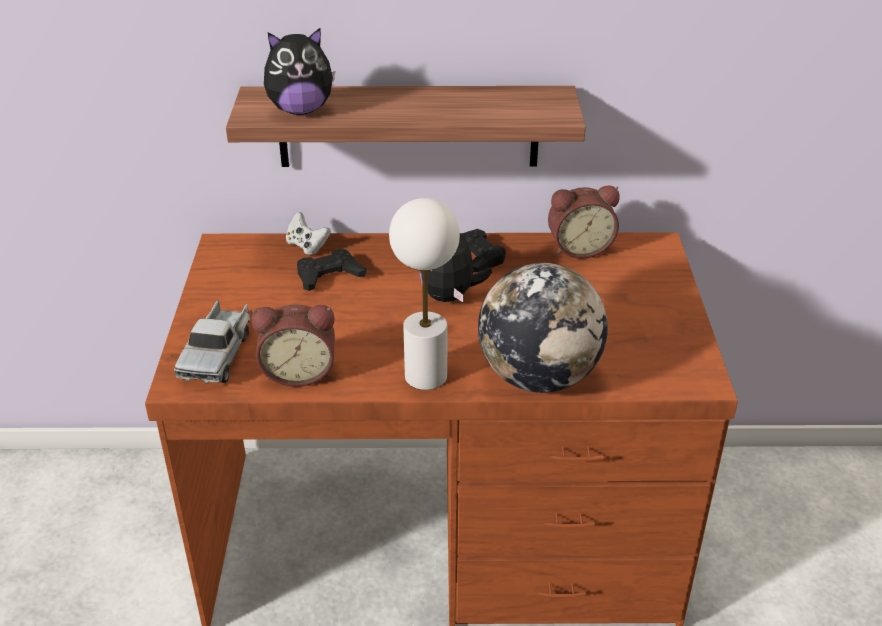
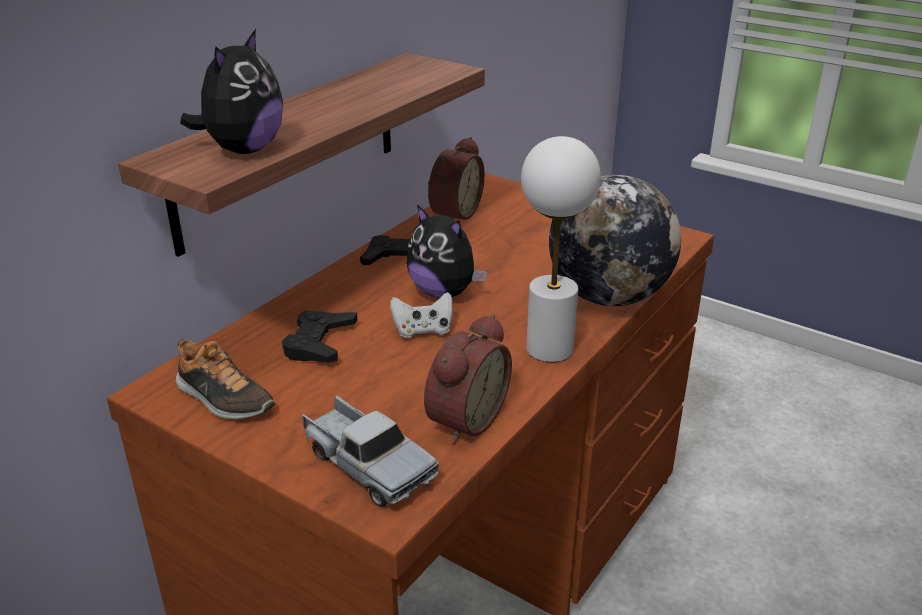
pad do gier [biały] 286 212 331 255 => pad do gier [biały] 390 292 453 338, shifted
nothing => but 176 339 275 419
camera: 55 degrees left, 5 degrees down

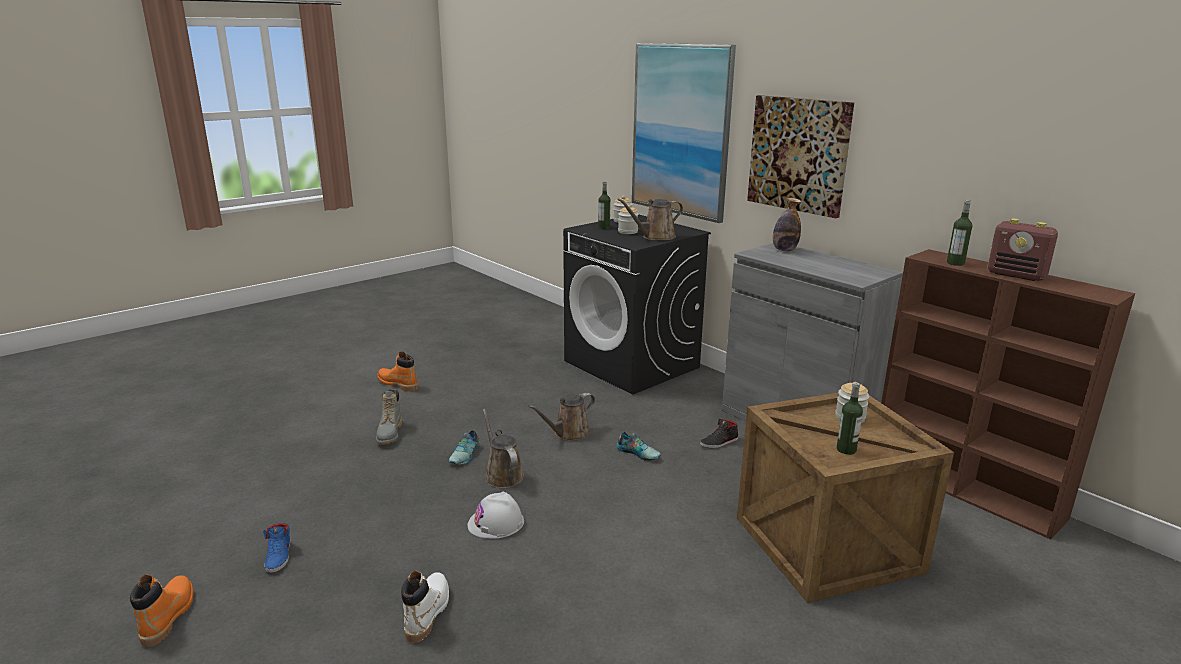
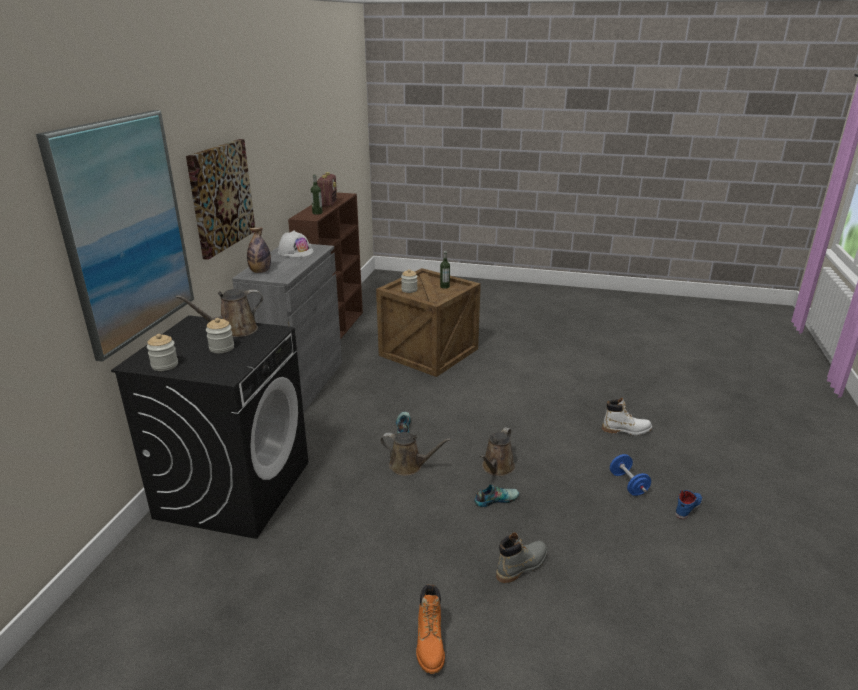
butelka 598 182 611 229 => nothing
konewka [brązowy] 617 198 683 240 => konewka [brązowy] 176 289 263 337, 120 degrees clockwise
but [czarny] 700 418 738 448 => nothing
kask [biały] 467 492 524 539 => kask [biały] 278 230 313 257, shifted
but z cholewką [biały] 401 571 449 643 => but z cholewką [biały] 602 398 652 436, 150 degrees counterclockwise
but z cholewką [pomarańczowy] 130 574 193 647 => nothing
nothing => hantel [niebieski] 610 454 651 496
camera: 125 degrees left, 5 degrees up

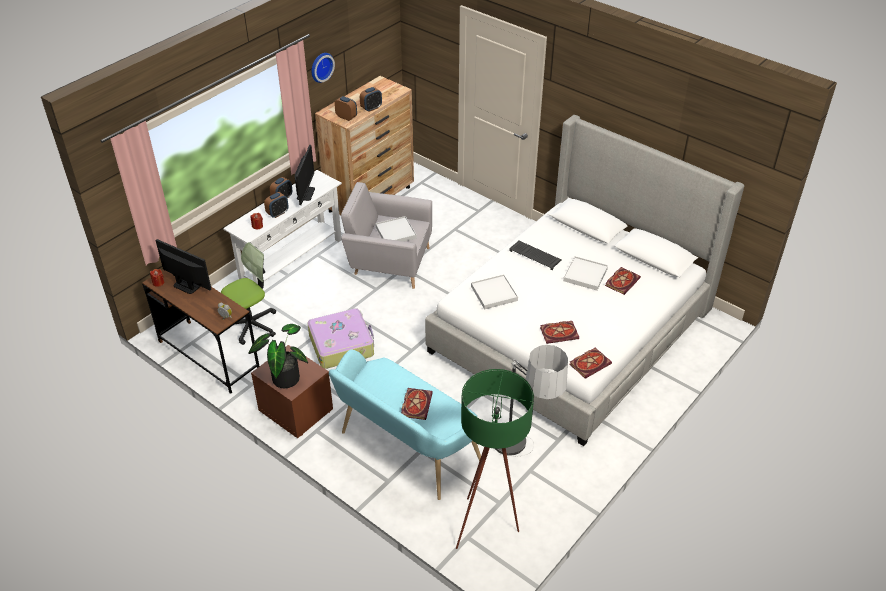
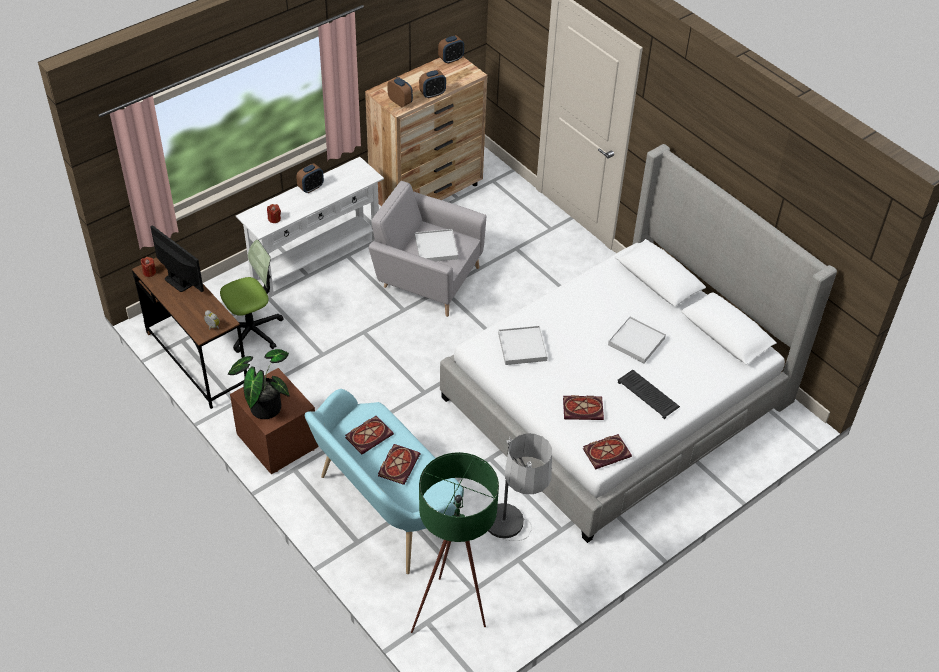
zegar ścienny 312 53 335 83 => nothing
monitor 295 145 315 205 => nothing
budzik 264 192 288 218 => budzik 438 35 464 64, shifted
klawiatura 509 241 561 270 => klawiatura 618 370 680 419, shifted
książka 605 267 641 295 => książka 345 416 394 454, shifted
walizka 307 308 374 369 => nothing
camera: 10 degrees right, 5 degrees up

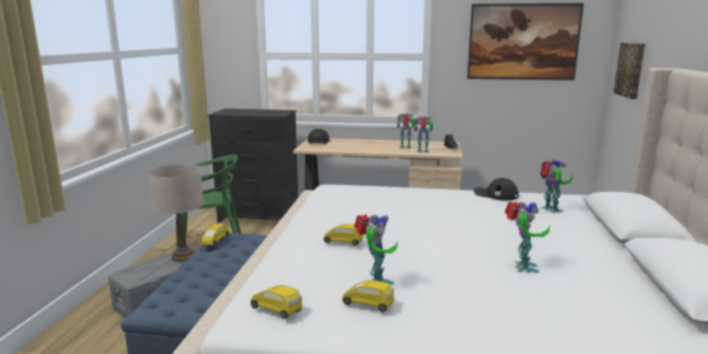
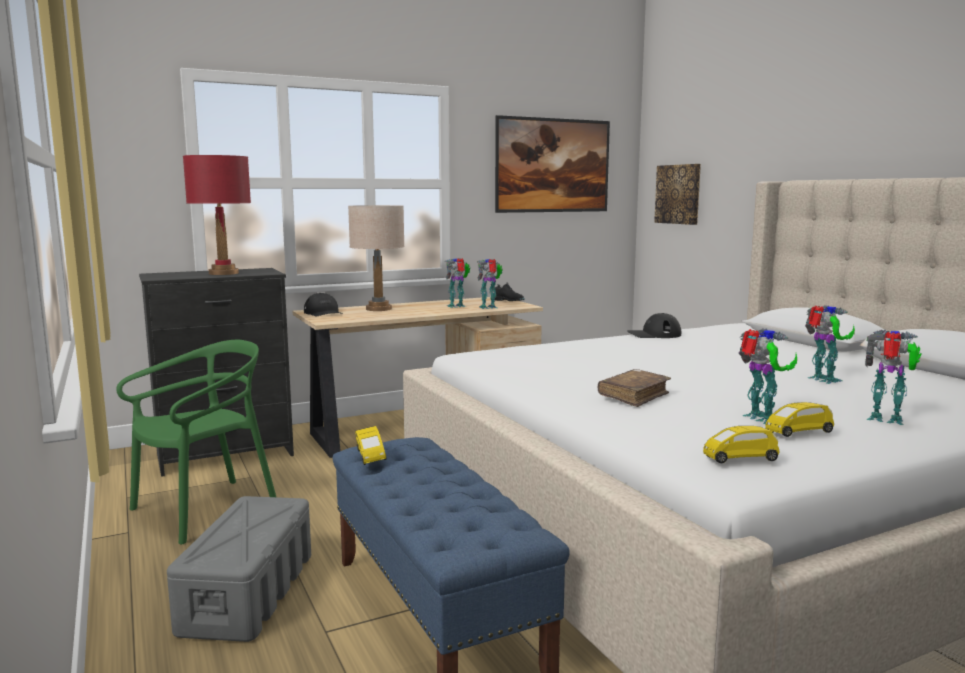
robot zabawkowy 540 160 573 214 => robot zabawkowy 865 330 922 425, shifted
lampa stołowa [beżowy] 148 164 204 262 => lampa stołowa [beżowy] 348 205 405 311, shifted
samochodzik [żółty] 323 224 364 246 => książka [brązowy] 598 369 671 407
nothing => lampa stołowa [czerwony] 183 155 251 275
camera: 35 degrees left, 5 degrees down

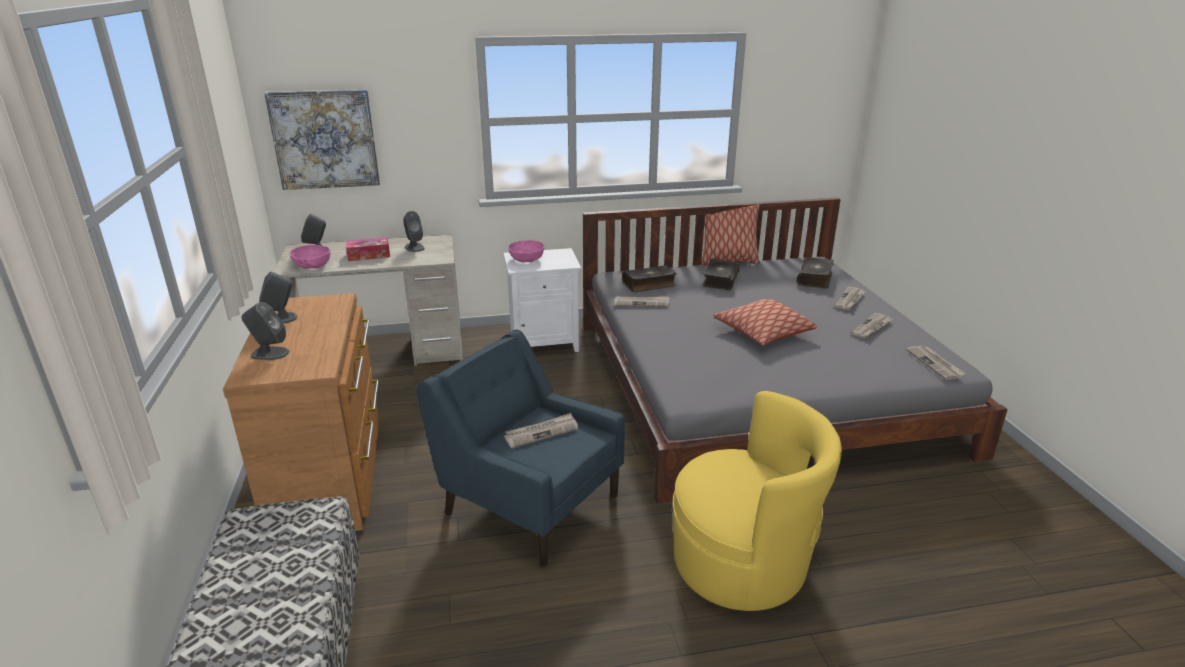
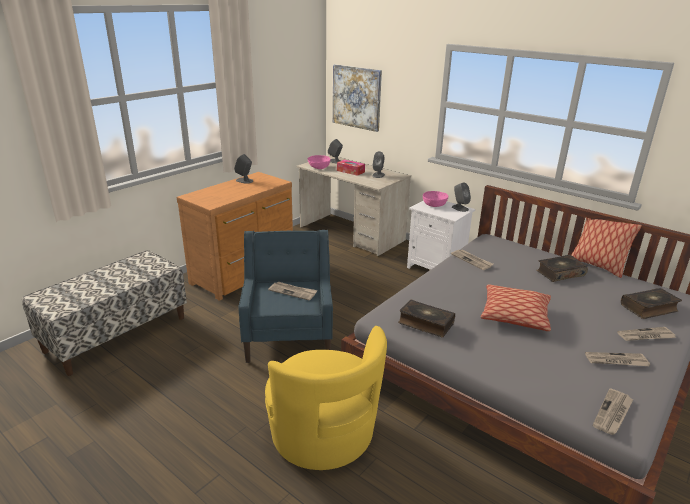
książka 622 265 676 293 => książka 398 299 455 337, shifted
głośnik [szary] 241 302 289 360 => głośnik [szary] 452 182 471 212, shifted
camera: 50 degrees right, 0 degrees up

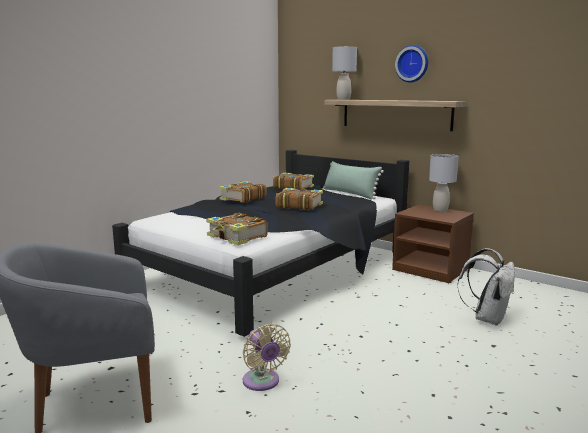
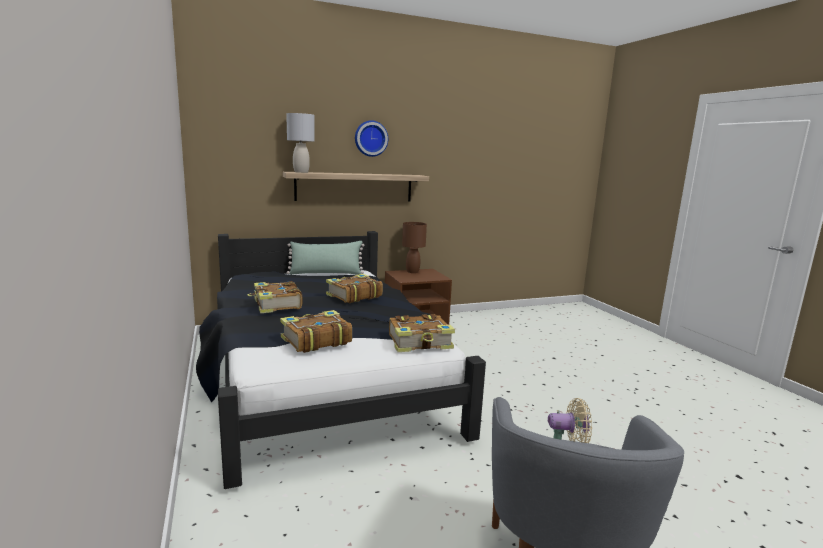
lampa stołowa [szary] 429 154 459 212 => lampa stołowa [brązowy] 402 222 427 273
książka 273 173 314 190 => książka 280 310 352 353, shifted
plecak [biały] 457 248 515 326 => nothing
camera: 60 degrees left, 0 degrees up

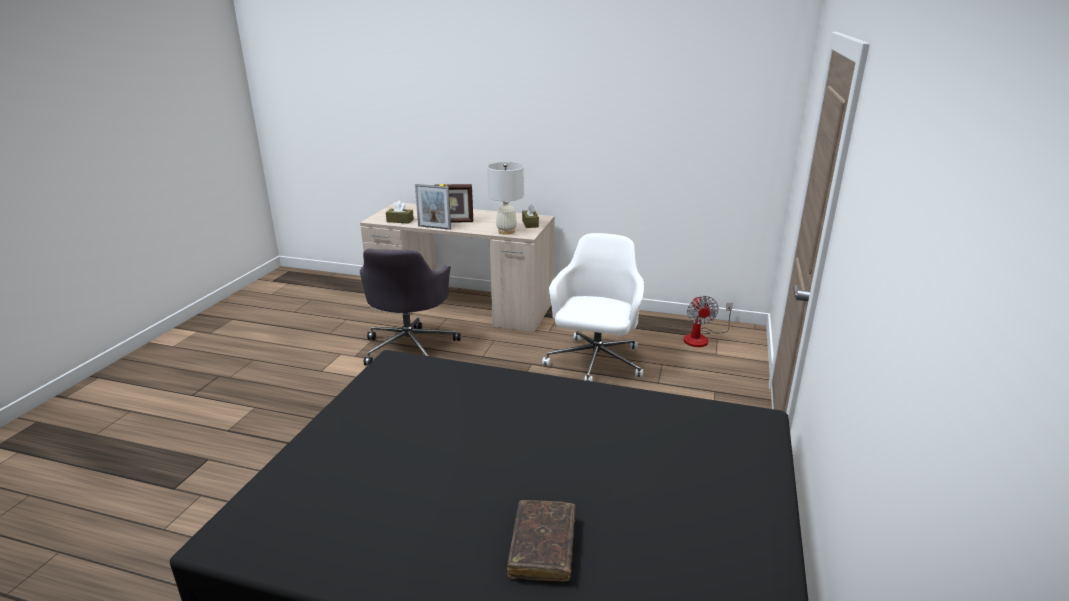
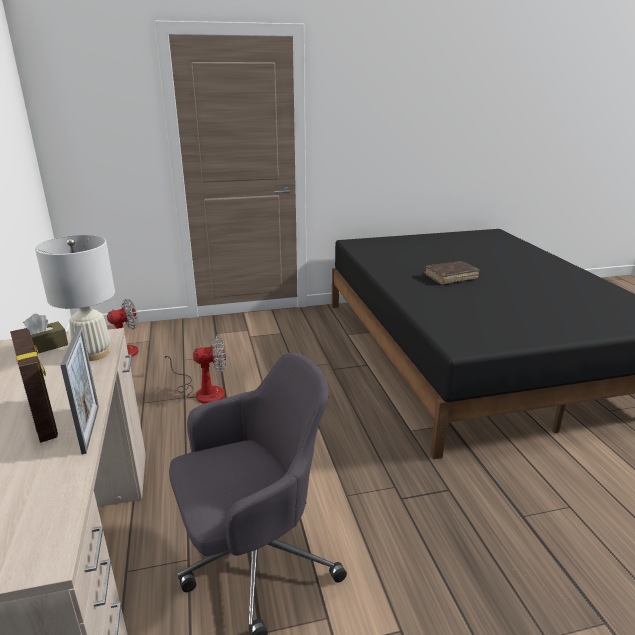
pudełko chusteczek [brązowy] 386 201 414 224 => nothing
krzesło biurowe [biały] 542 233 644 382 => wentylator 164 336 226 404
książka [brązowy] 507 500 576 582 => książka [brązowy] 424 261 480 285, shifted
camera: 120 degrees left, 0 degrees up

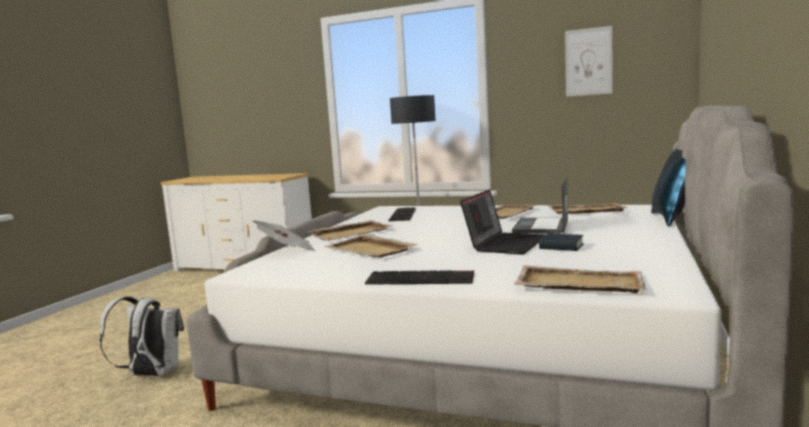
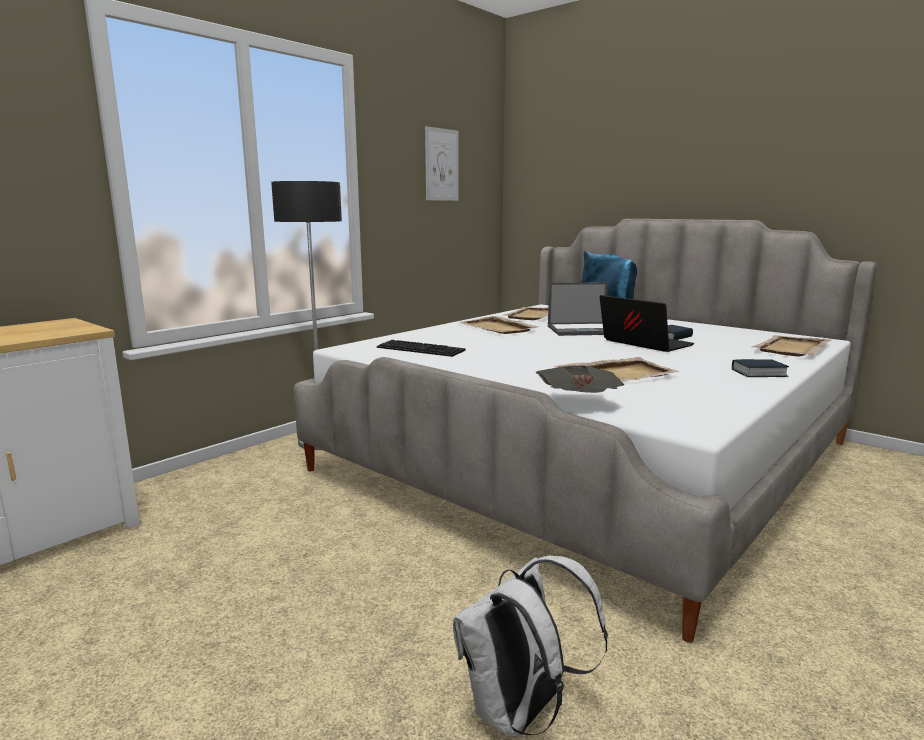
laptop 512 177 568 234 => laptop 548 282 608 336, 45 degrees counterclockwise
taca [beżowy] 307 220 393 241 => nothing
klawiatura 365 270 474 285 => książka 732 359 789 377
camera: 70 degrees left, 5 degrees up

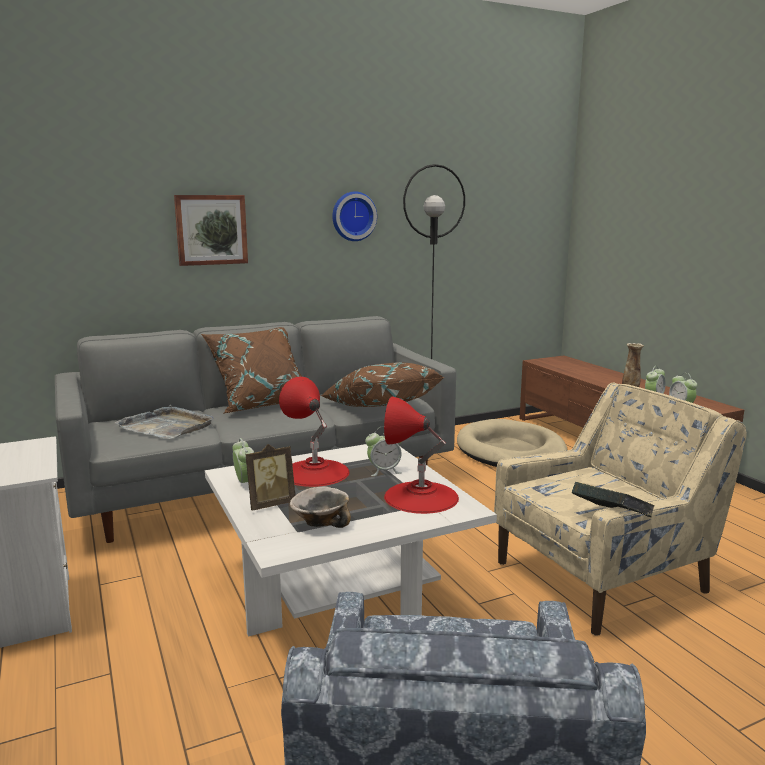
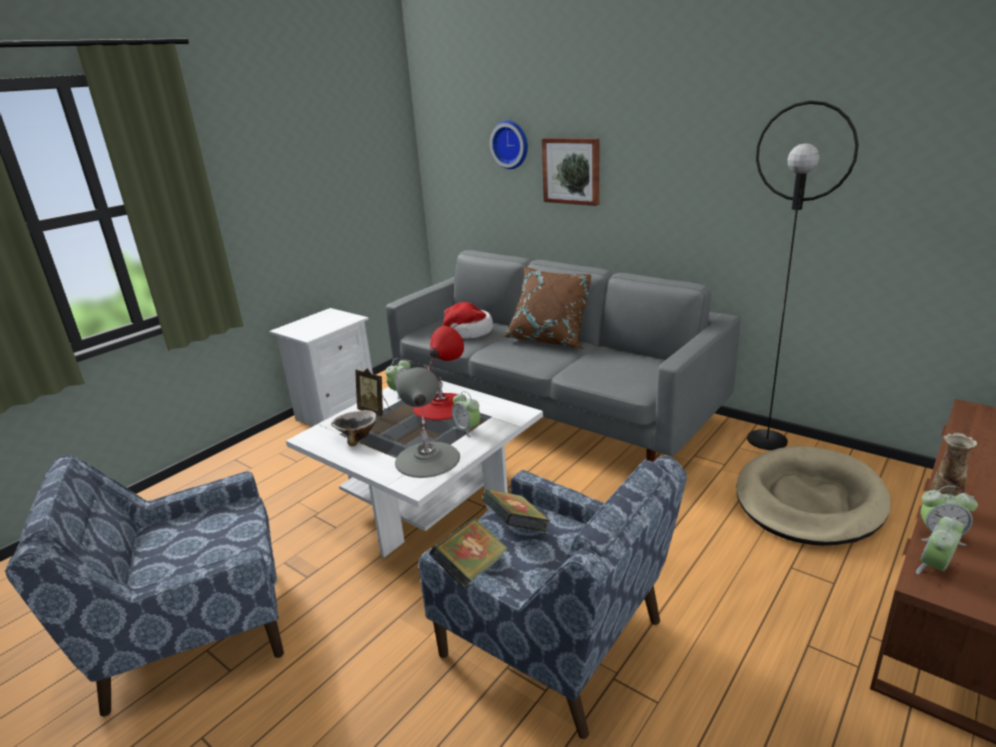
zegar ścienny 332 191 377 241 => zegar ścienny 490 120 528 169, shifted
poduszka [brązowy] 321 362 444 407 => nothing
fotel [beżowy] 494 383 747 636 => fotel [niebieski] 418 456 687 739
lampa stołowa [czerwony] 384 396 459 514 => lampa stołowa [szary] 395 367 460 478
taca [szary] 115 405 214 439 => kapelusz 442 302 493 339
nothing => książka 482 489 550 531
camera: 65 degrees right, 10 degrees up

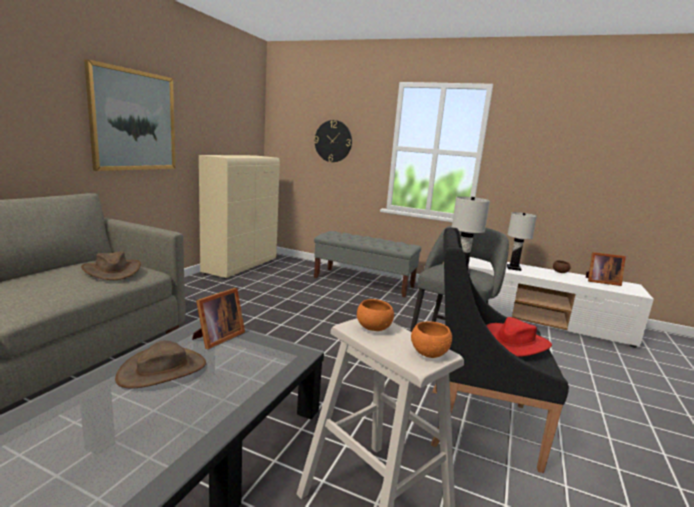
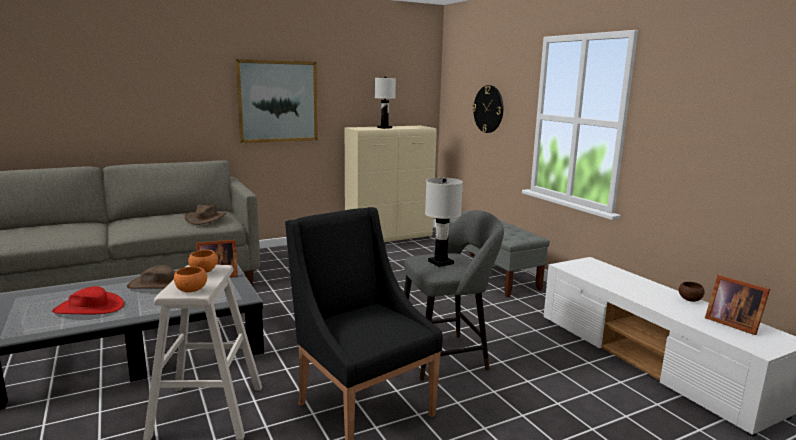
lampa stołowa [biały] 507 212 537 271 => lampa stołowa [biały] 375 77 396 129, shifted
kapelusz [czerwony] 486 317 552 357 => kapelusz [czerwony] 52 286 124 314, shifted
camera: 40 degrees right, 0 degrees up

